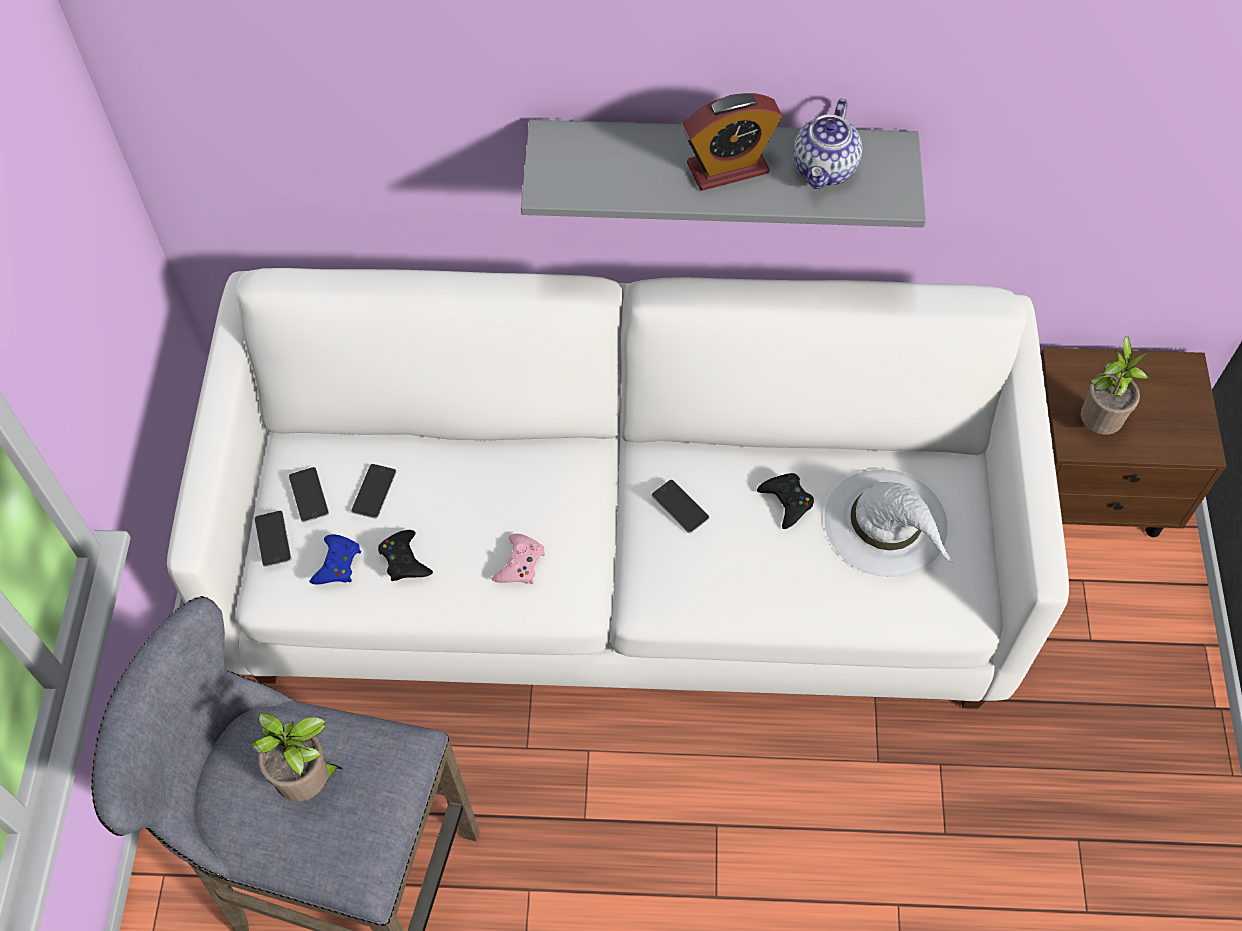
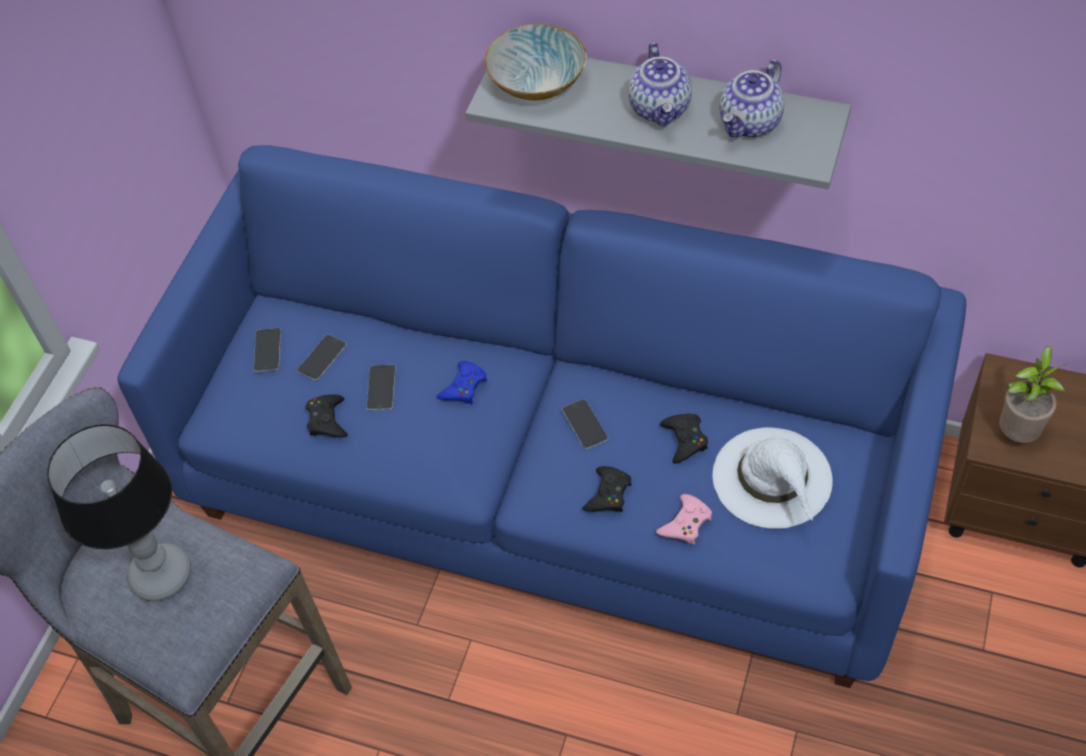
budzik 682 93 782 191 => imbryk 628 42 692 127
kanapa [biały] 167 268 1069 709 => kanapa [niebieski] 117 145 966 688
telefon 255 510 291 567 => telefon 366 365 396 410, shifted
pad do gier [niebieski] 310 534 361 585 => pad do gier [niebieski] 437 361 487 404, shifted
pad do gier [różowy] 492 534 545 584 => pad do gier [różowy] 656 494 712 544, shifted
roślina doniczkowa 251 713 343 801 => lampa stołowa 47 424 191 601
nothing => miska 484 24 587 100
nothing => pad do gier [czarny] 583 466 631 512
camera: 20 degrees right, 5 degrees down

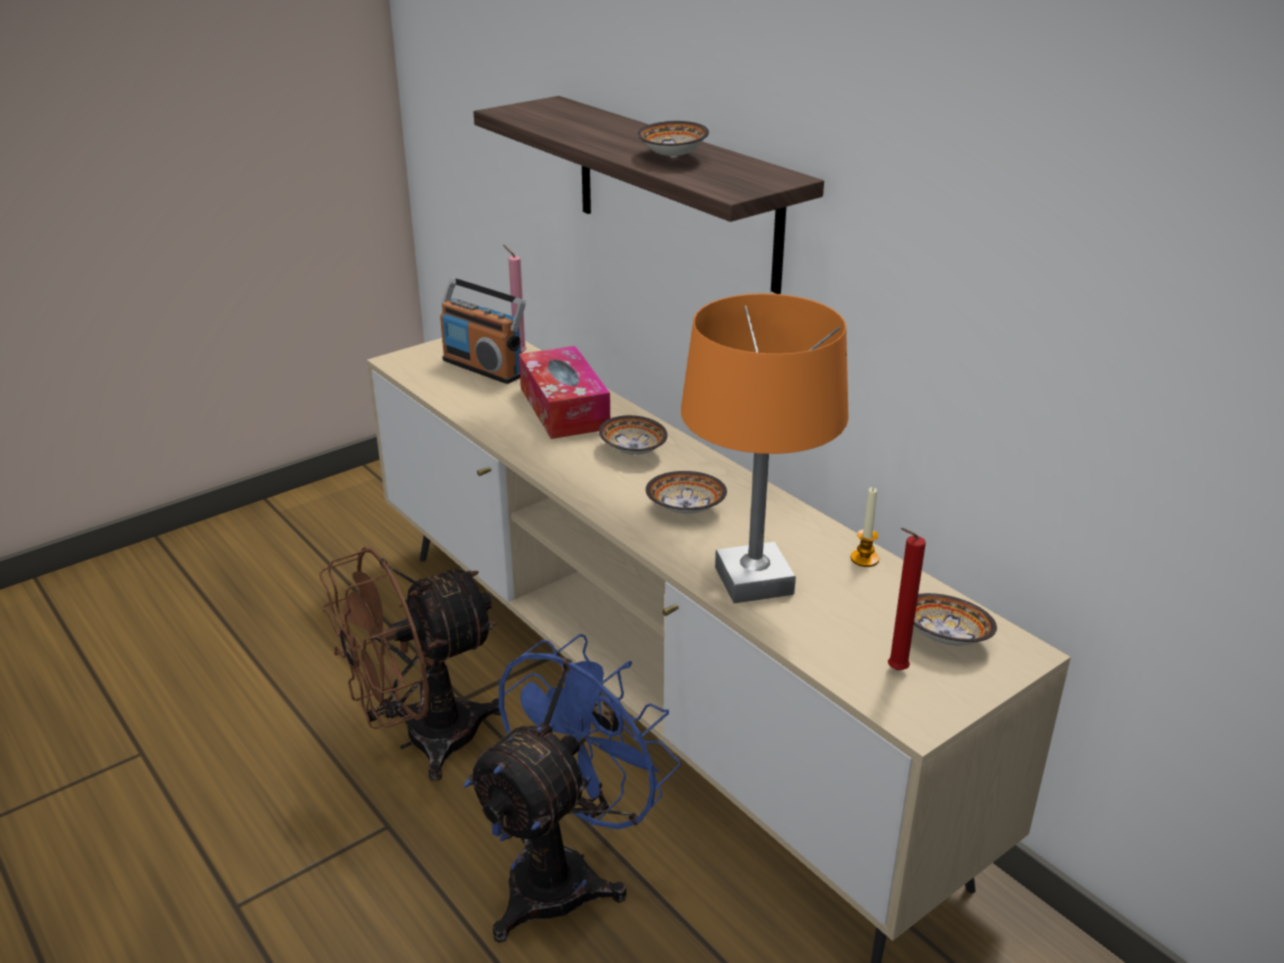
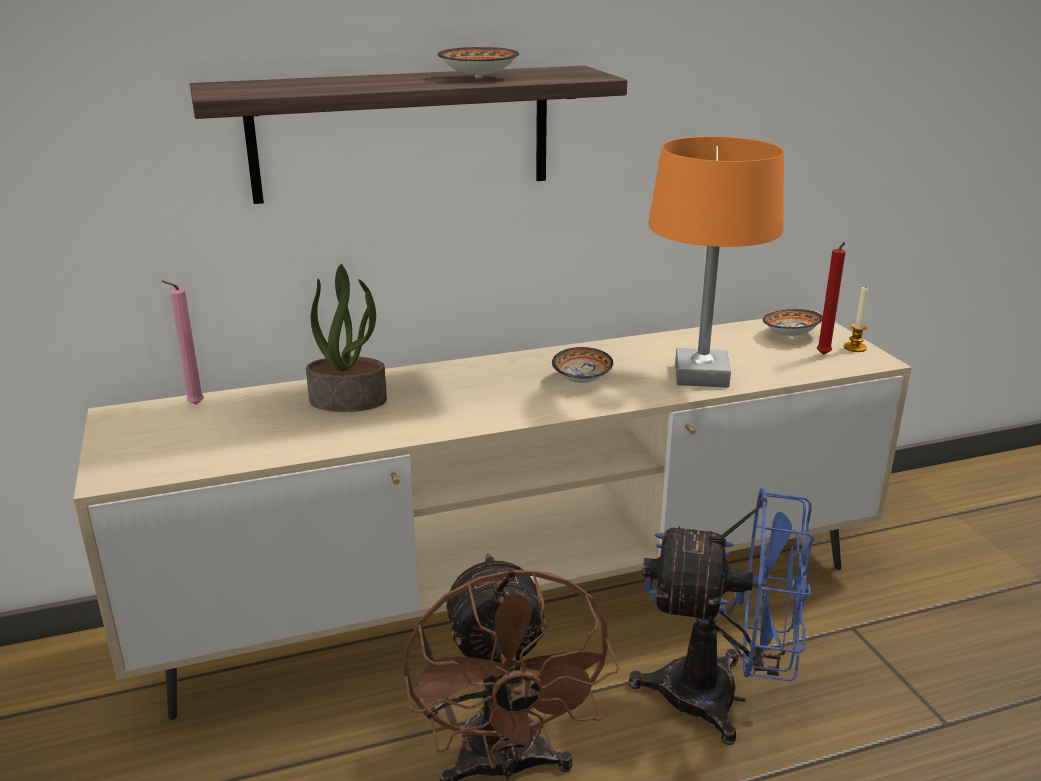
radio 440 277 526 384 => nothing
pudełko chusteczek 519 346 610 439 => roślina doniczkowa 306 264 387 412
miska 599 415 668 455 => nothing
świeca 851 487 879 567 => świeca 844 286 868 352, shifted
wentylator [niebieski] 463 634 681 943 => wentylator [niebieski] 629 488 814 745, 135 degrees clockwise
camera: 70 degrees left, 5 degrees down

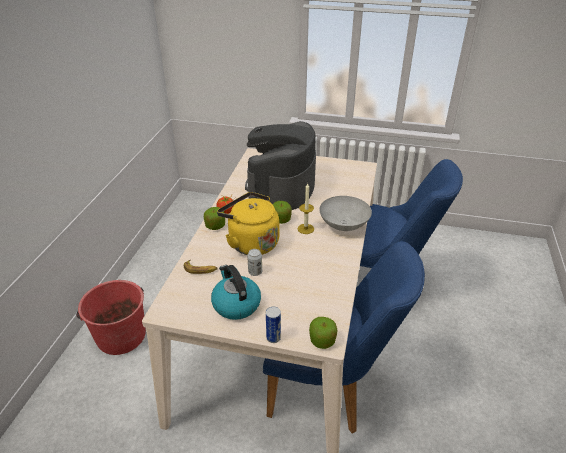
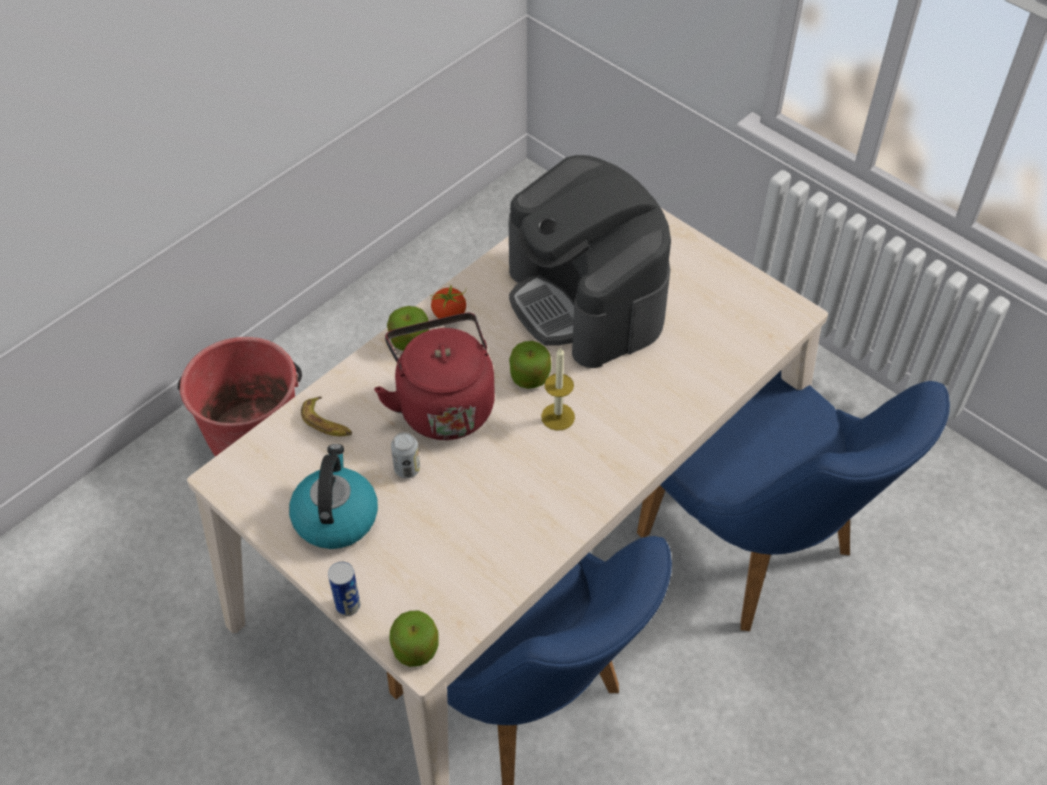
ekspres do kawy 245 121 316 210 => ekspres do kawy 509 155 671 368, 75 degrees counterclockwise
czajnik [żółty] 217 192 279 255 => czajnik [czerwony] 374 313 495 440
miska [szary] 319 196 372 231 => nothing
camera: 30 degrees right, 15 degrees up

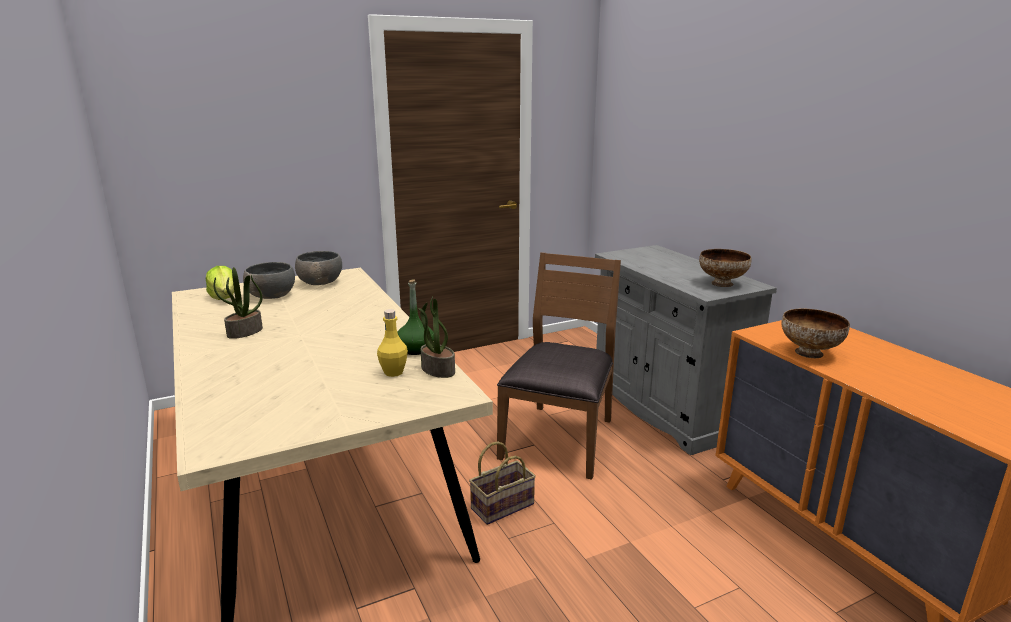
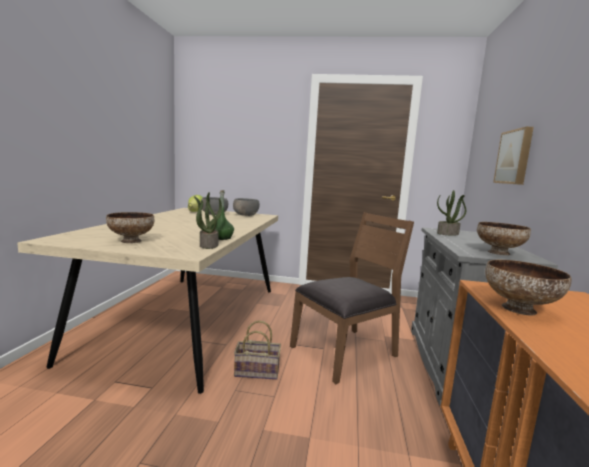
roślina doniczkowa 213 267 263 339 => roślina doniczkowa 437 190 466 235, shifted
butelka [żółty] 377 309 408 377 => nothing
nothing => obraz 493 127 534 185
nothing => miska 106 212 154 243
camera: 35 degrees right, 10 degrees down

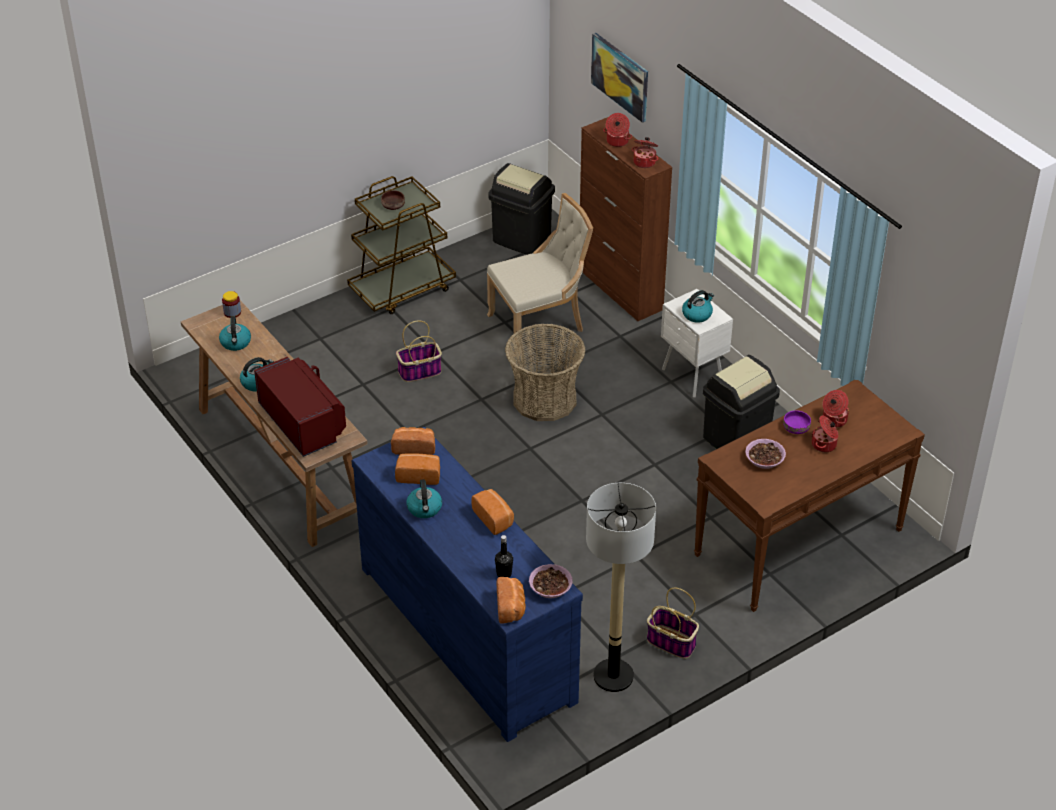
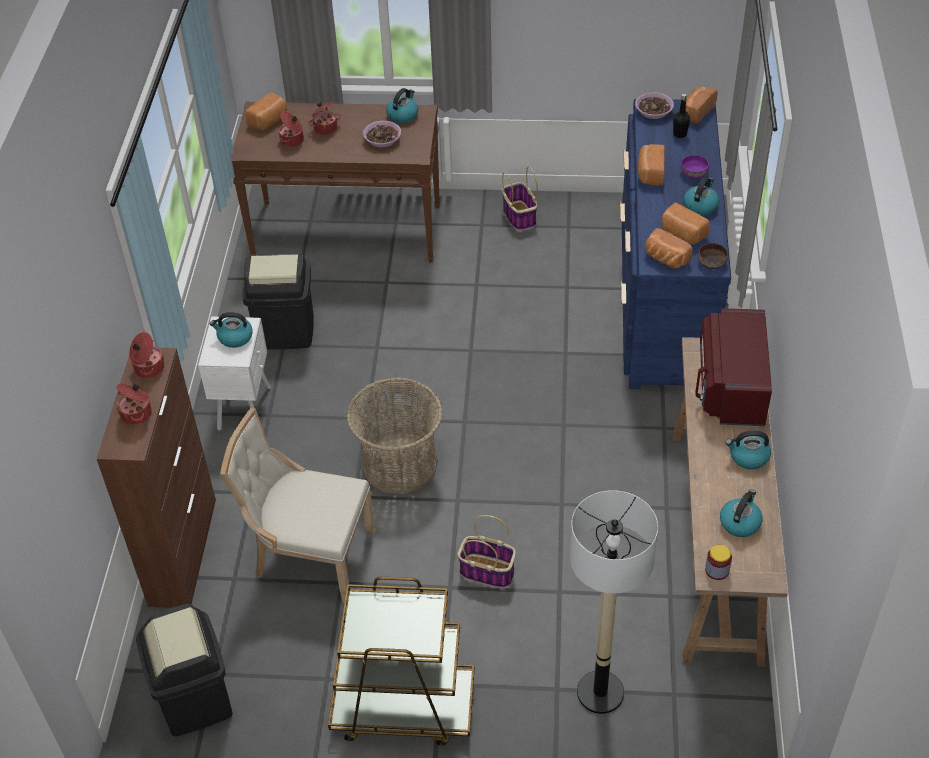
obraz 591 33 648 122 => nothing
miska [brązowy] 381 190 405 210 => miska [brązowy] 698 243 728 269, shifted
miska [fioletowy] 783 411 811 434 => miska [fioletowy] 681 155 709 179, shifted
lampa stojąca 586 483 656 692 => lampa stojąca 570 490 658 714, shifted
nothing => czajnik 386 88 418 124
nothing => chleb 245 92 287 130
camera: 140 degrees left, 5 degrees up

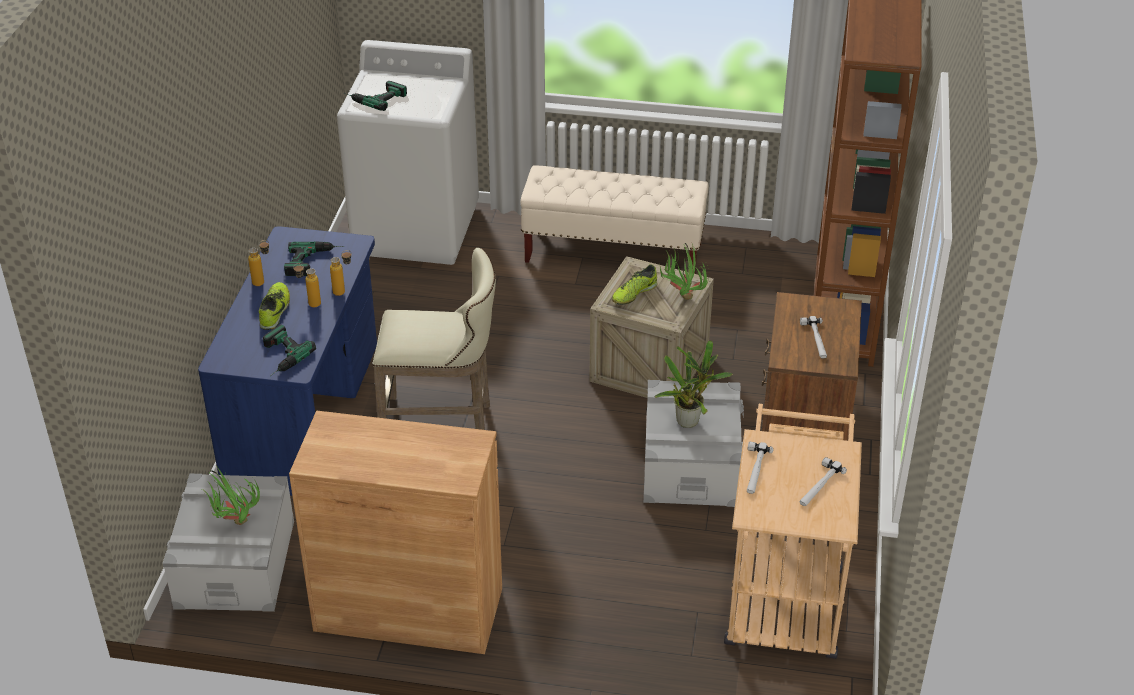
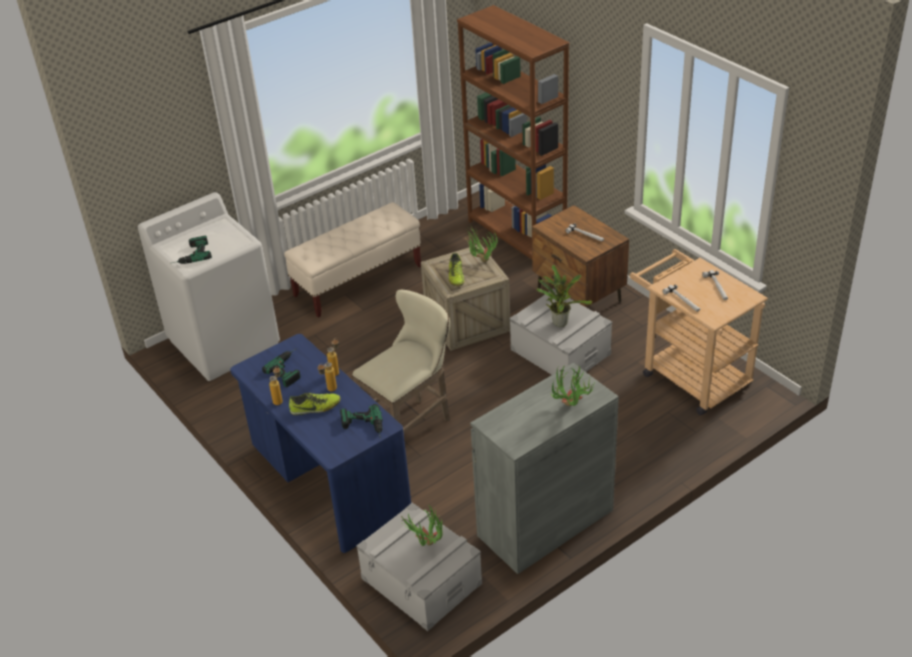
but 259 282 290 330 => but 289 393 341 415, 120 degrees clockwise
szafka [brązowy] 289 411 502 654 => szafka [szary] 470 363 619 574
nothing => roślina doniczkowa 551 365 596 406
camera: 45 degrees left, 0 degrees up

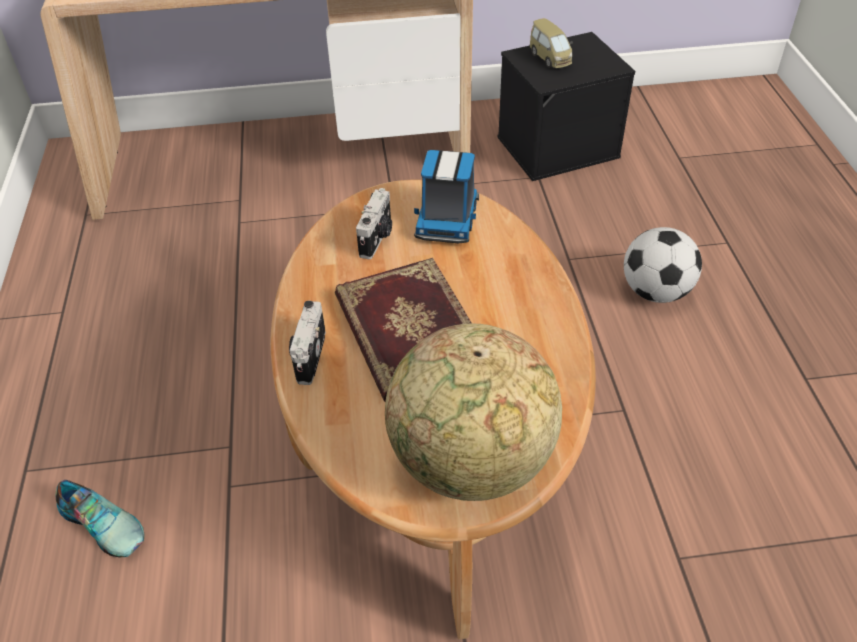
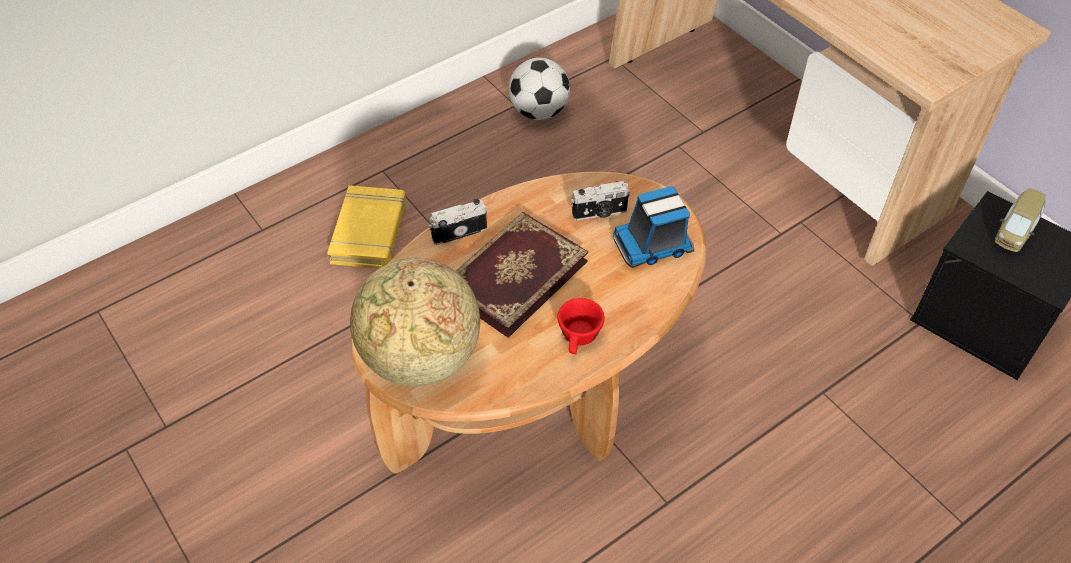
piłka futbolowa 624 227 702 303 => piłka futbolowa 509 58 570 120, shifted
but 55 480 145 557 => książka [żółty] 327 185 406 269
nothing => filiżanka [czerwony] 557 298 605 354
camera: 60 degrees right, 5 degrees up

